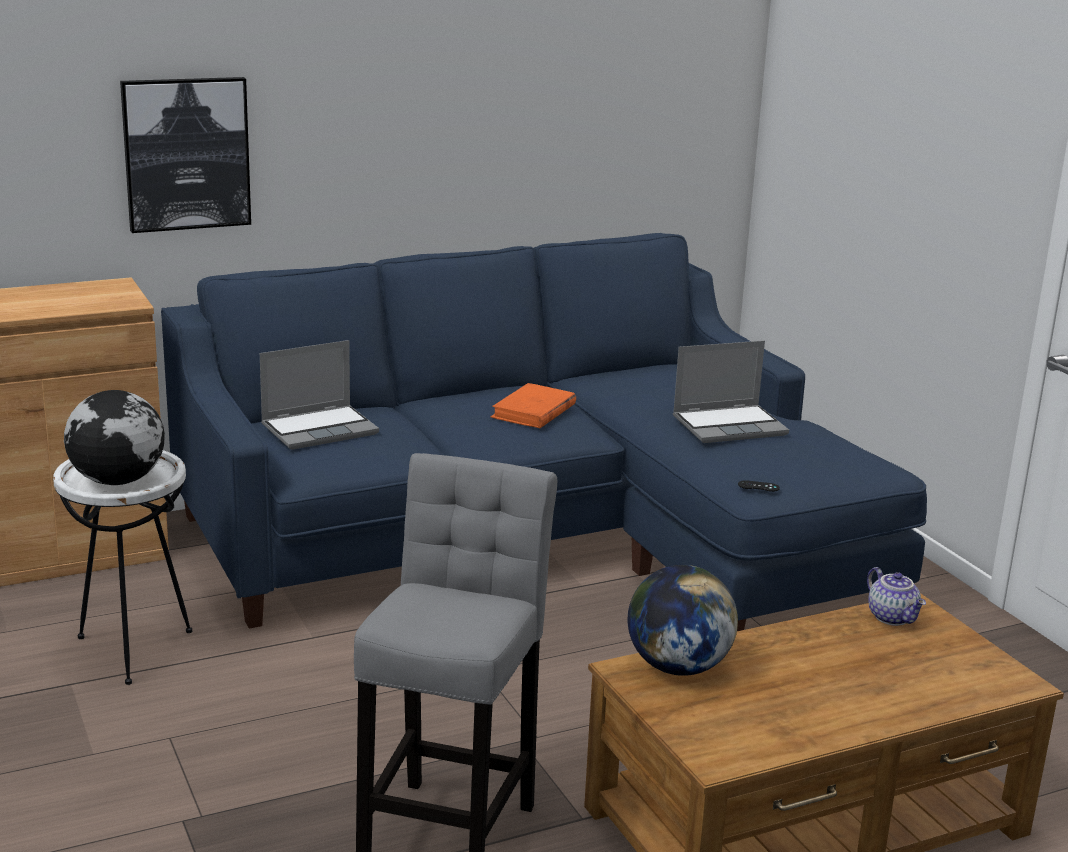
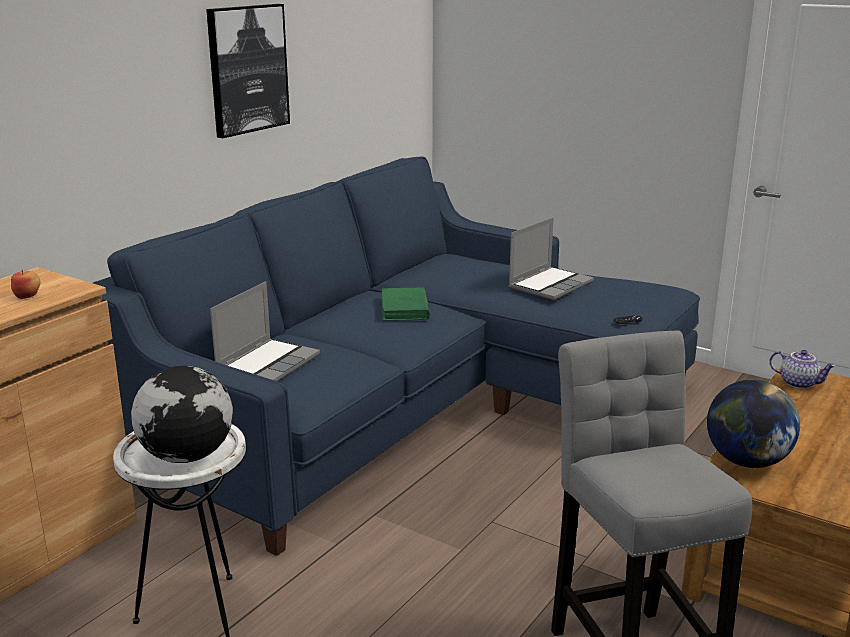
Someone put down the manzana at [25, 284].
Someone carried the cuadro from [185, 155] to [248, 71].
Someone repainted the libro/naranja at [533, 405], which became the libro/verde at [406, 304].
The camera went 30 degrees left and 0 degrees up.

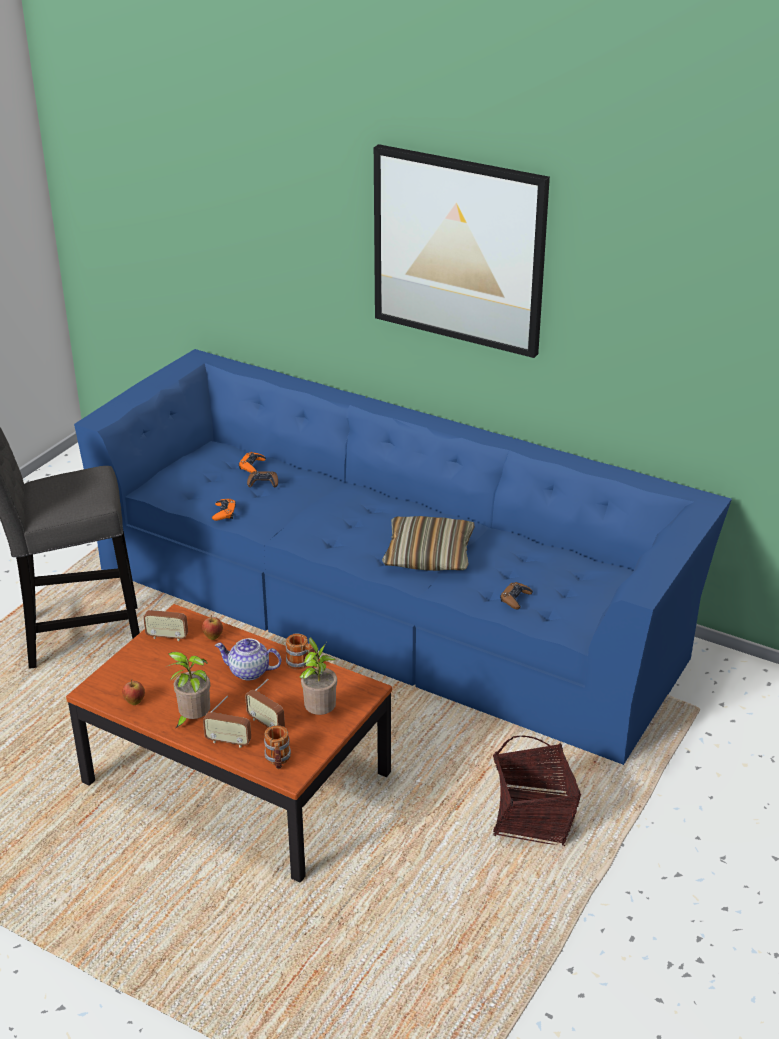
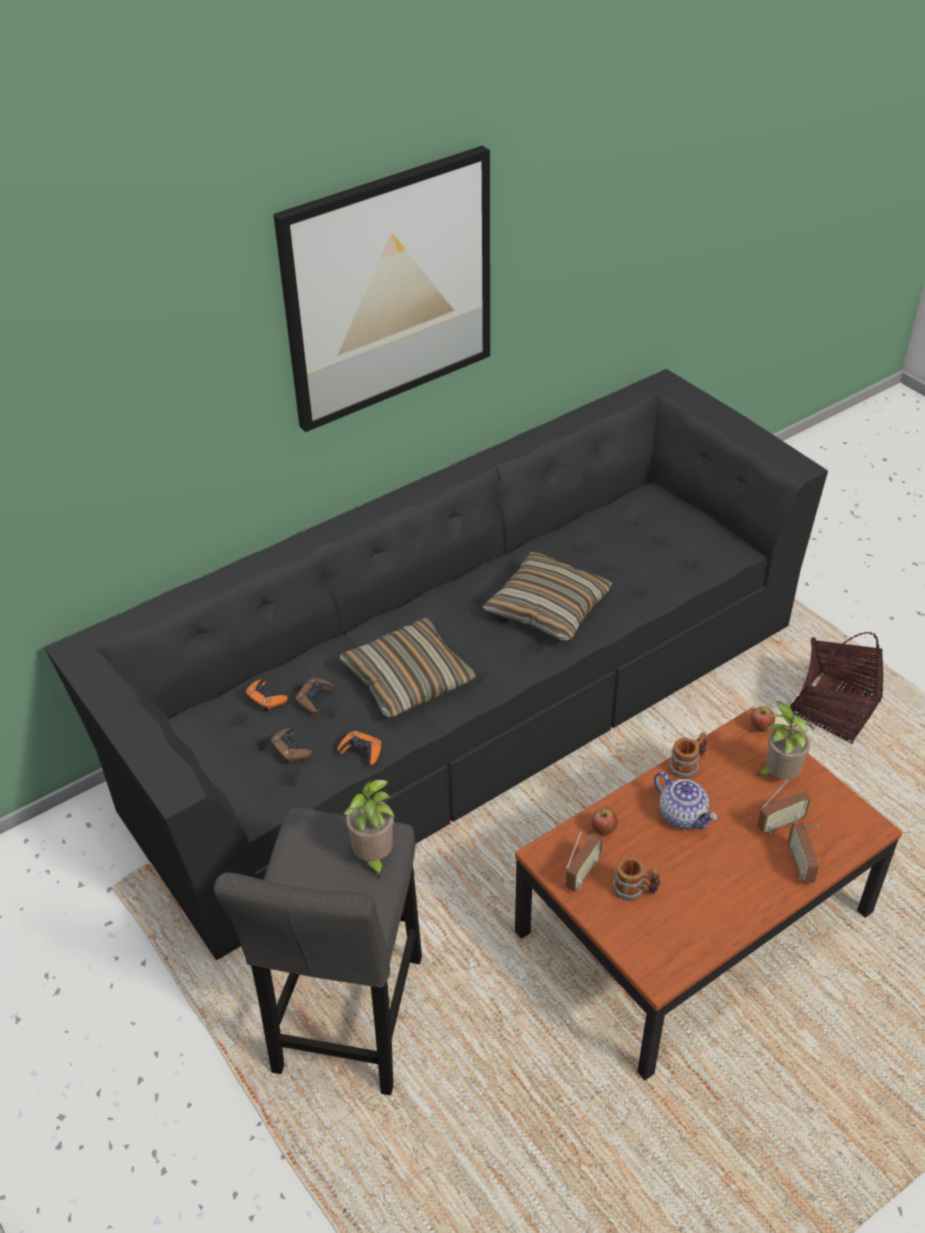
Someone put down the cojín at [408, 668].
Someone carried the manzana from [133, 692] to [762, 719].
Someone carried the planta en maceta from [187, 690] to [369, 829].
Someone carried the taza grande from [277, 747] to [636, 879].
Someone carried the mando de consola/marrón from [516, 595] to [291, 746].
Someone repainted the sofá/azul at [403, 557], which became the sofá/negro at [436, 665].
Someone rotated the radio at [227, 721] by 135 degrees clockwise.
Someone rotated the tetera at [248, 659] by 75 degrees counterclockwise.
The camera went 65 degrees left and 10 degrees up.

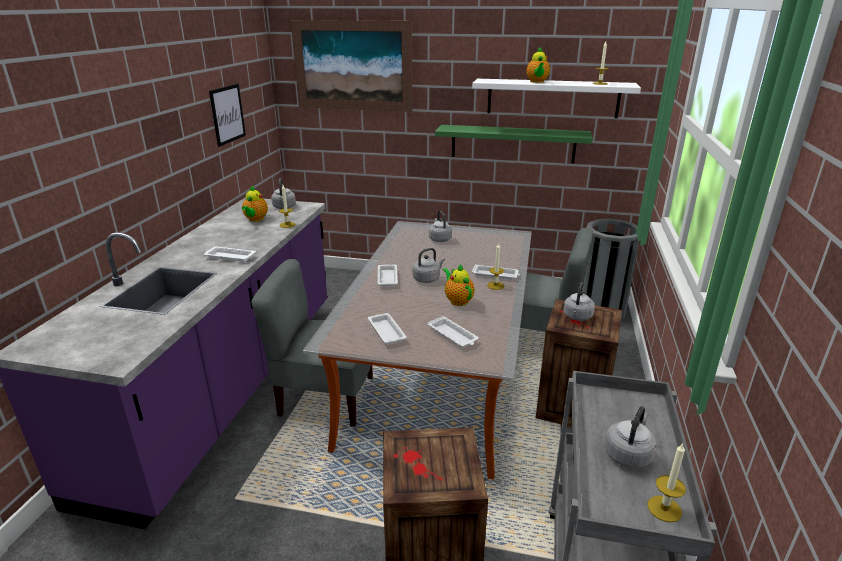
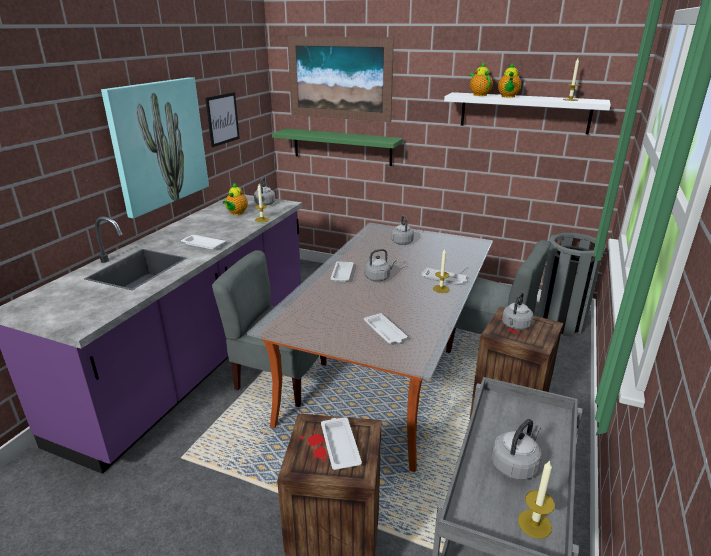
Someone put up the cuadro at [155, 148].
Someone carried the bandeja/blanco from [387, 328] to [341, 443].
Someone carried the estante/verde from [514, 144] to [337, 147].
Someone carried the tetera from [459, 285] to [481, 78].
The camera went 10 degrees right and 0 degrees up.

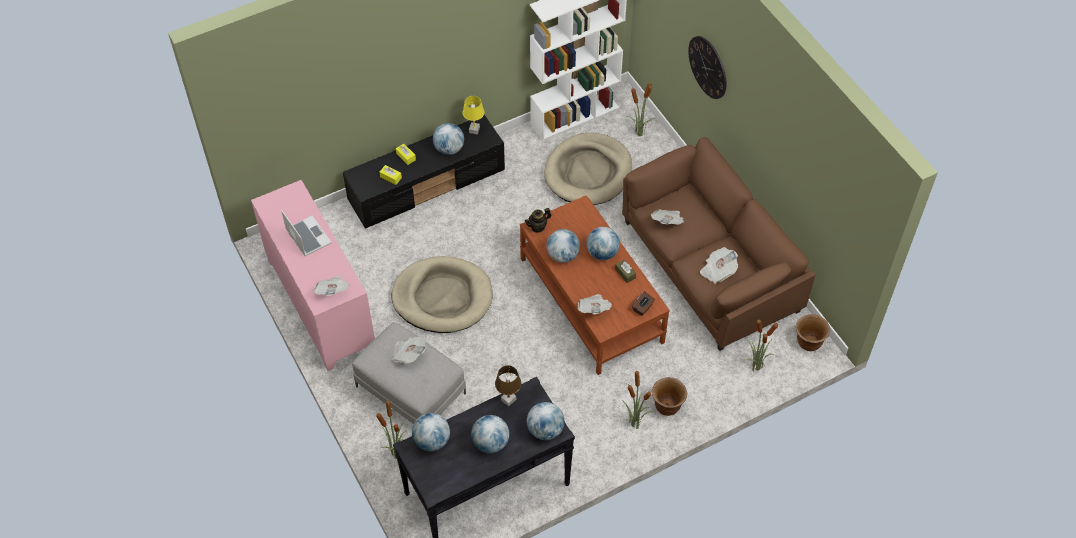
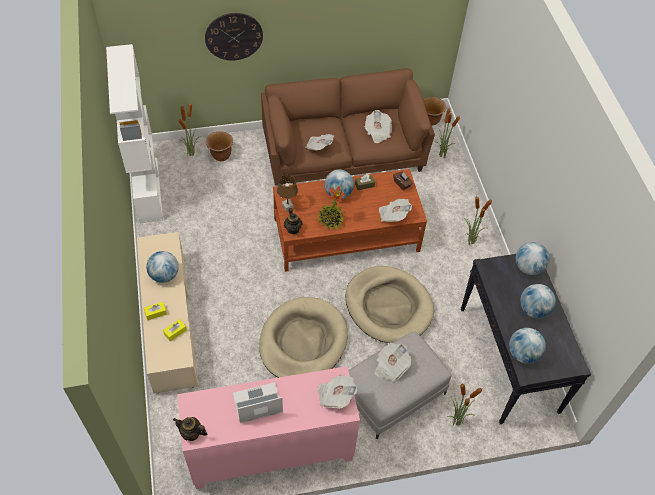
Someone took away the lámpara de mesa/amarillo at [474, 115].
Someone put down the tetera at [190, 429].
Someone carried the lámpara de mesa/marrón from [508, 386] to [287, 193].
Someone carried the cama para perro/beis from [588, 169] to [389, 304].
Someone carried the maceta/marrón from [669, 396] to [219, 146].
Someone swapped the globo terráqueo at [563, 246] for the planta en maceta at [331, 208].
Someone repainted the mueble de televisión/negro at [424, 172], which became the mueble de televisión/beis at [167, 313].
The camera went 75 degrees left and 0 degrees up.

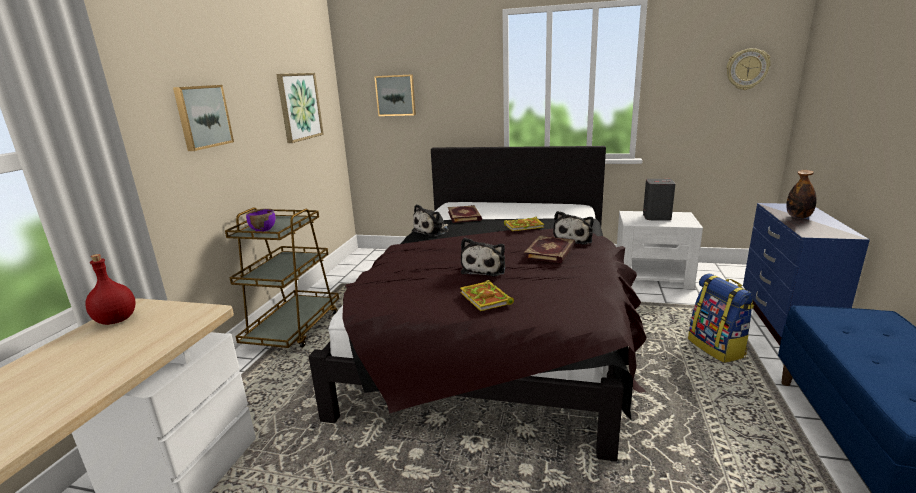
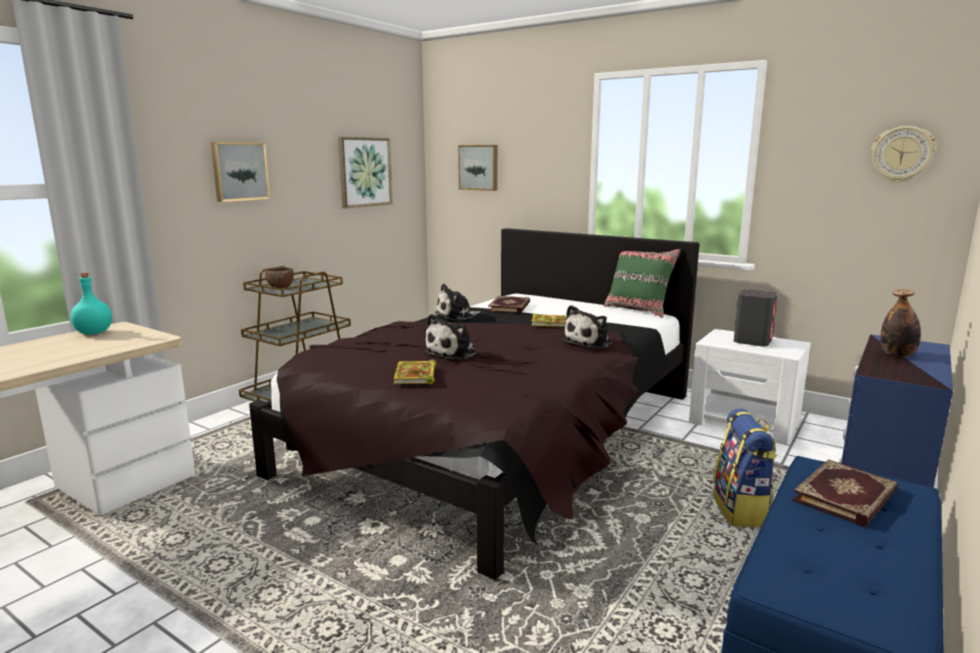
Someone put down the cojín/verde at [642, 283].
Someone carried the libro from [549, 249] to [845, 493].
Someone repainted the botella/rojo at [110, 289], which became the botella/turquesa at [91, 303].
Someone repainted the cuenco/morado at [260, 220], which became the cuenco/marrón at [279, 278].
The camera went 20 degrees right and 5 degrees down.

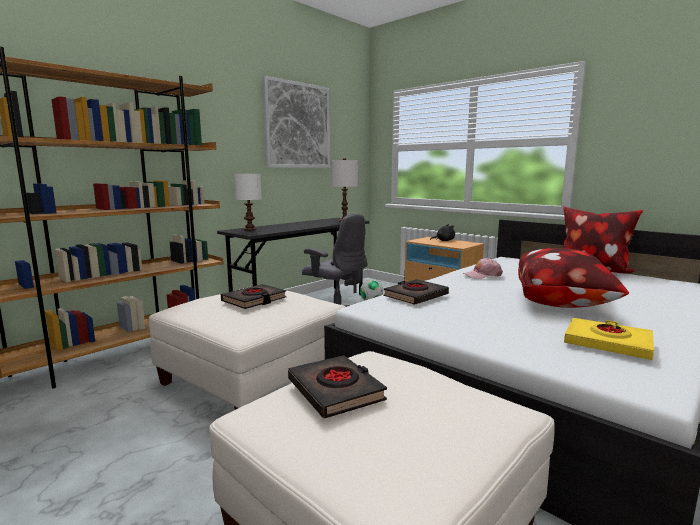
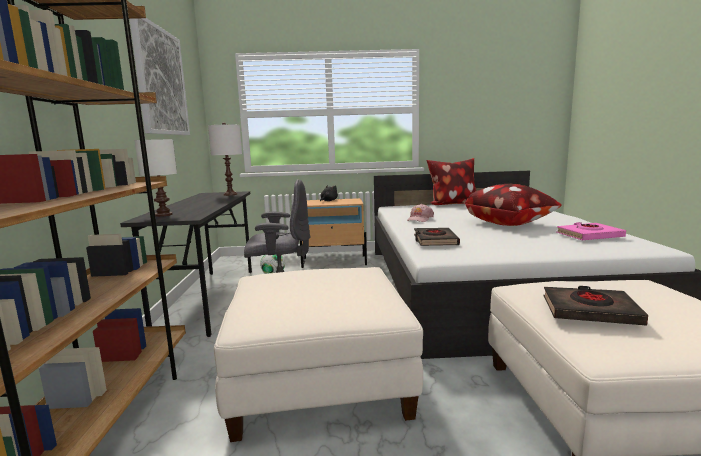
Someone took away the libro/negro at [254, 296].
Someone repainted the libro/amarillo at [609, 339], which became the libro/rosa at [591, 231].
The camera went 45 degrees left and 0 degrees up.

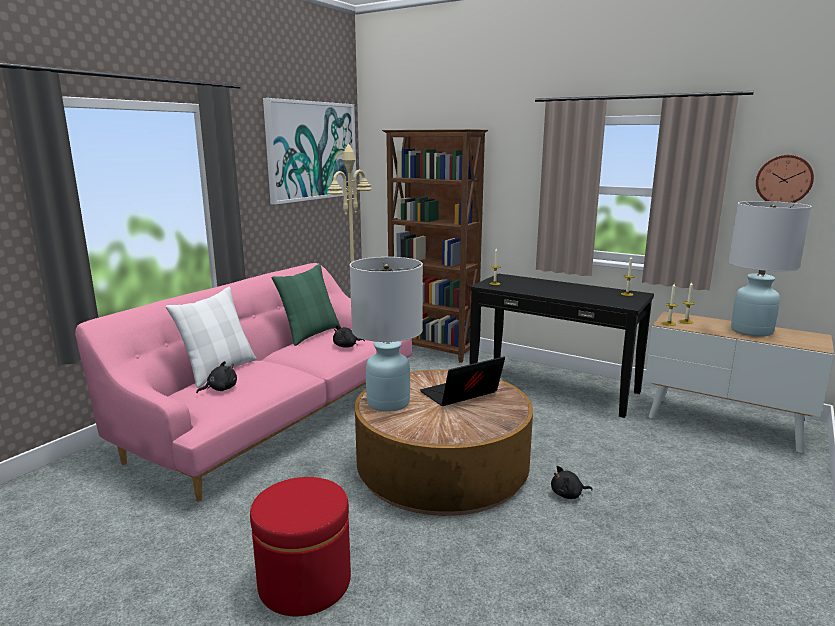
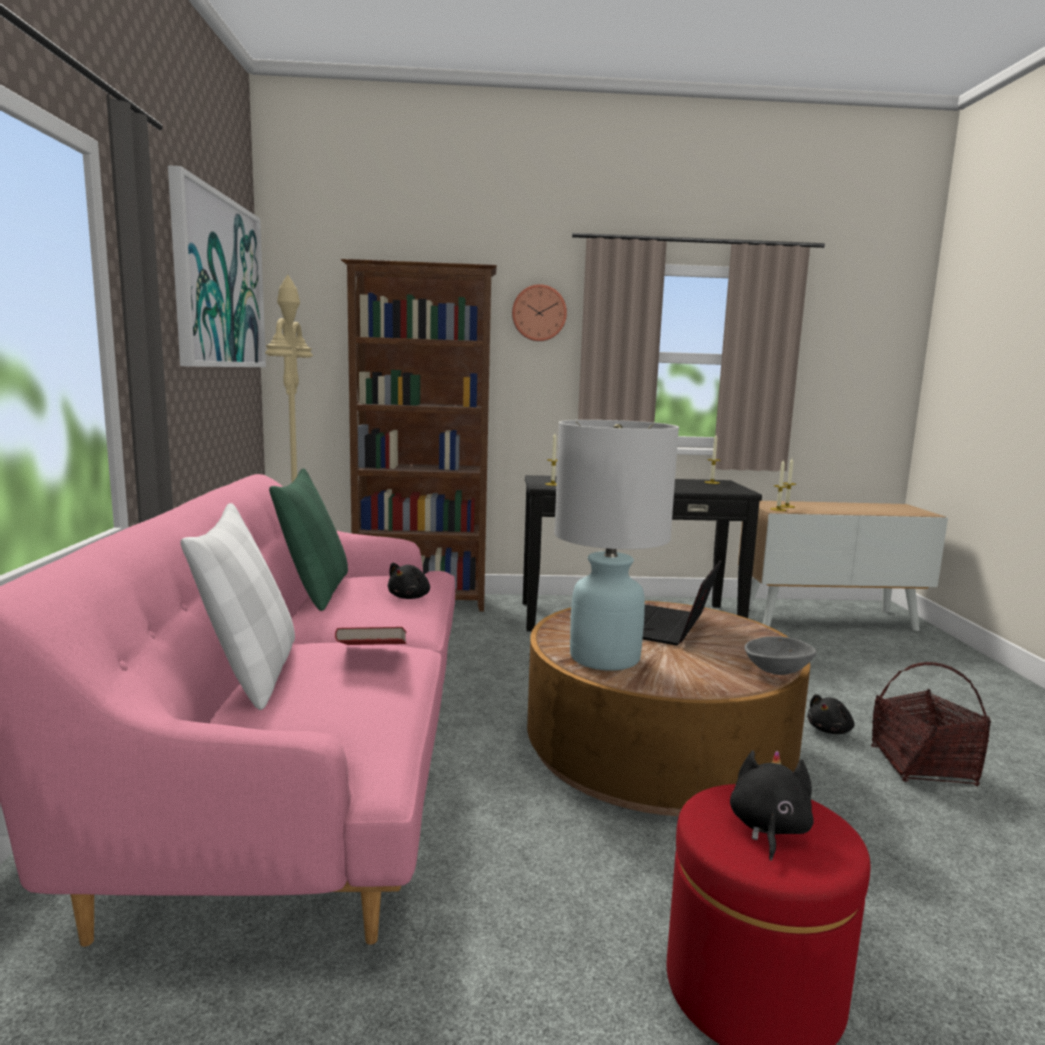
Someone took away the lámpara de mesa/blanco at [770, 269].
Someone put down the libro/rojo at [371, 636].
Someone put down the cuenco/gris at [781, 655].
Someone put down the cesta at [931, 724].
Someone carried the peluche/negro from [216, 377] to [772, 805].
Someone carried the reloj de pared from [785, 179] to [539, 312].
The camera went 35 degrees left and 5 degrees down.

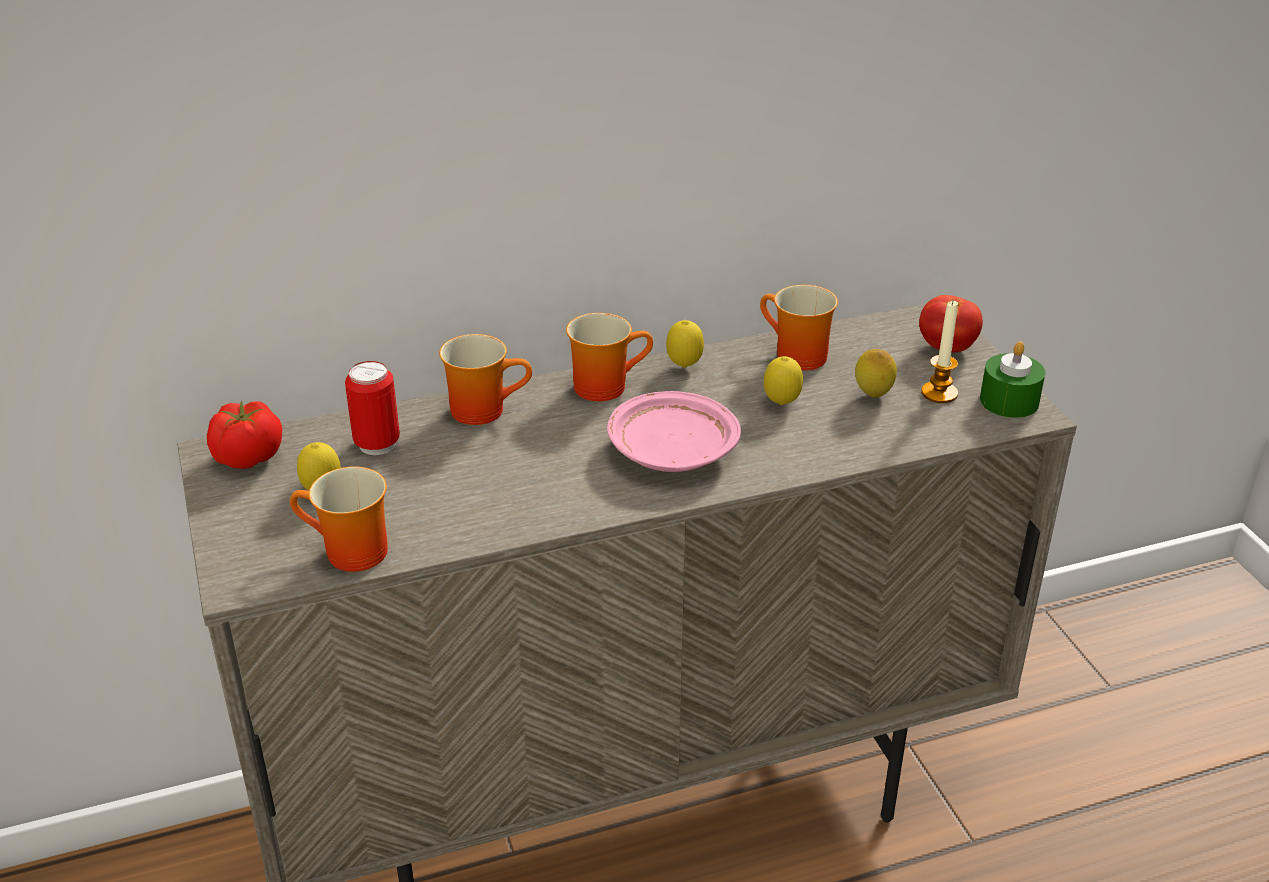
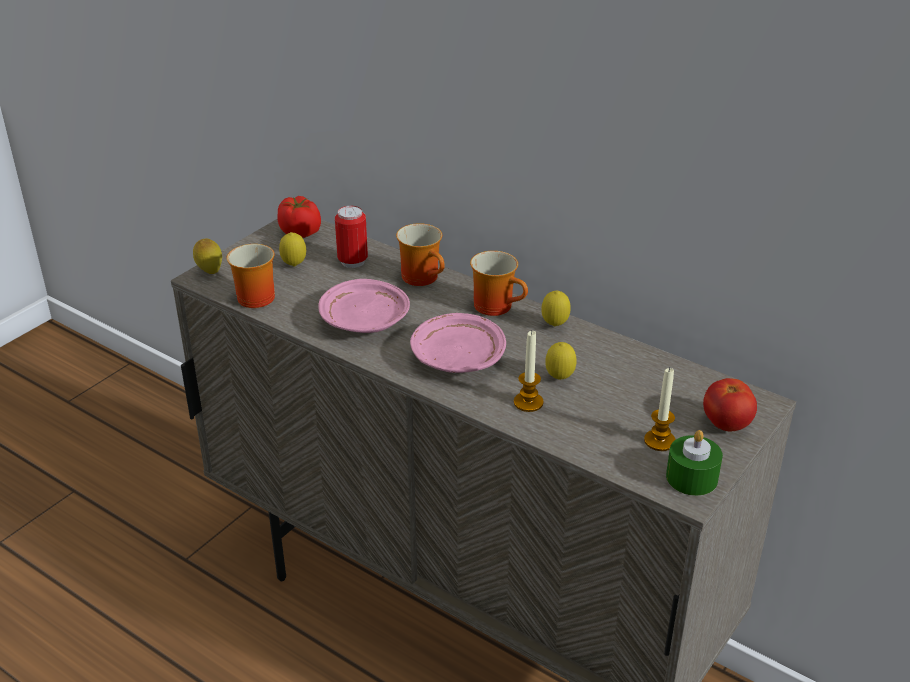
Someone took away the taza grande at [799, 328].
Someone put down the plato/rosa at [364, 306].
Someone put down the vela at [529, 371].
Someone carried the limón from [876, 373] to [207, 256].
The camera went 55 degrees right and 0 degrees up.

